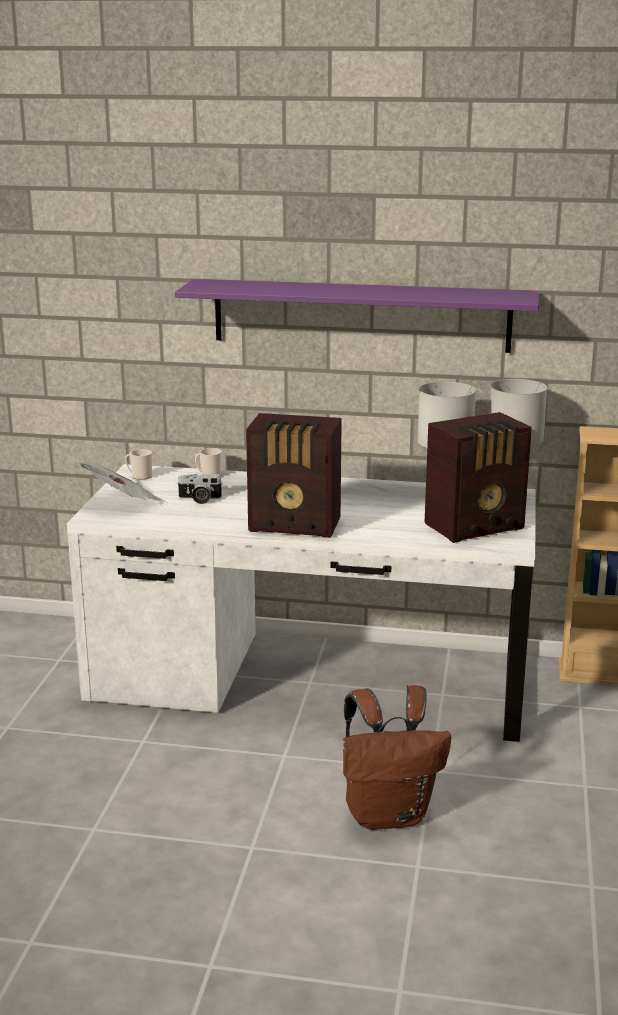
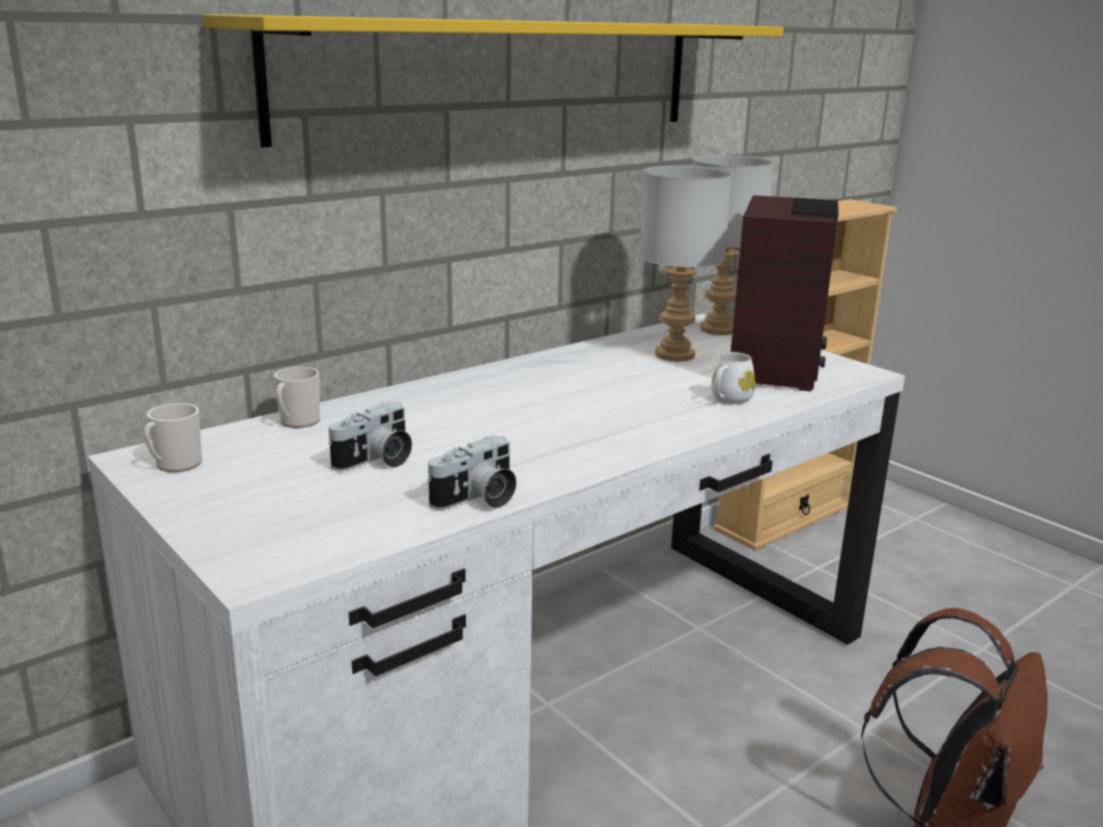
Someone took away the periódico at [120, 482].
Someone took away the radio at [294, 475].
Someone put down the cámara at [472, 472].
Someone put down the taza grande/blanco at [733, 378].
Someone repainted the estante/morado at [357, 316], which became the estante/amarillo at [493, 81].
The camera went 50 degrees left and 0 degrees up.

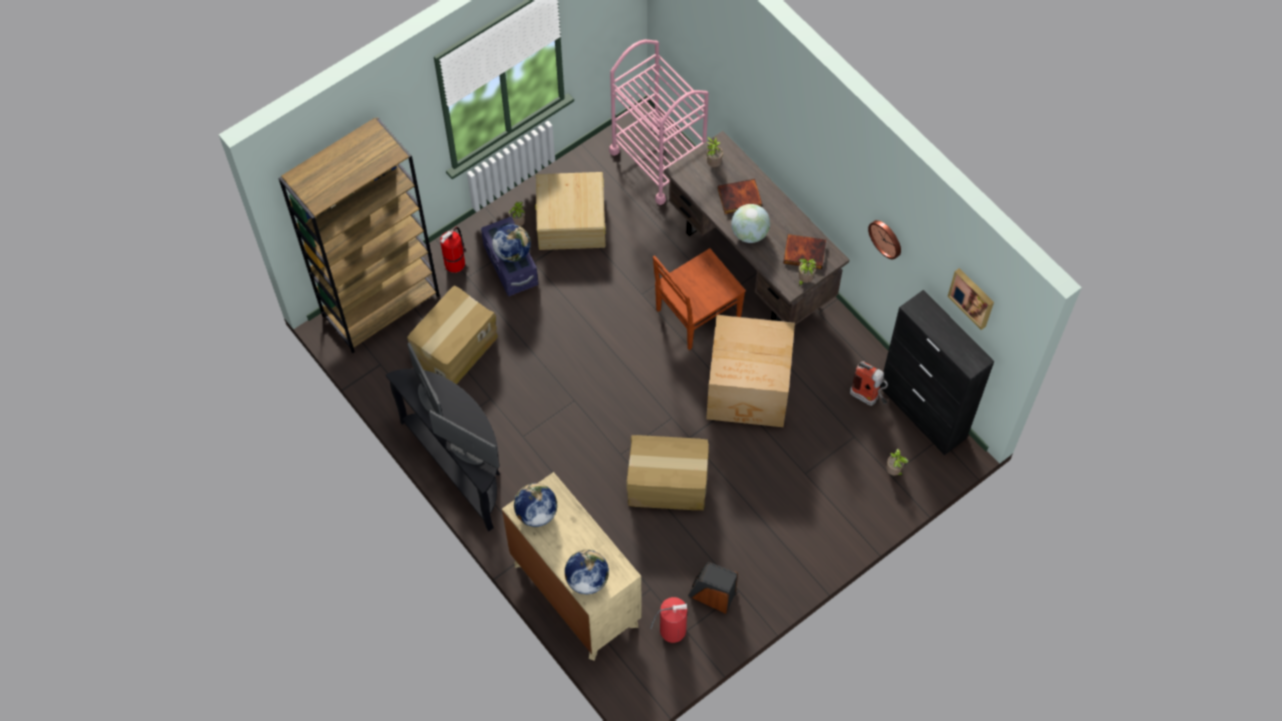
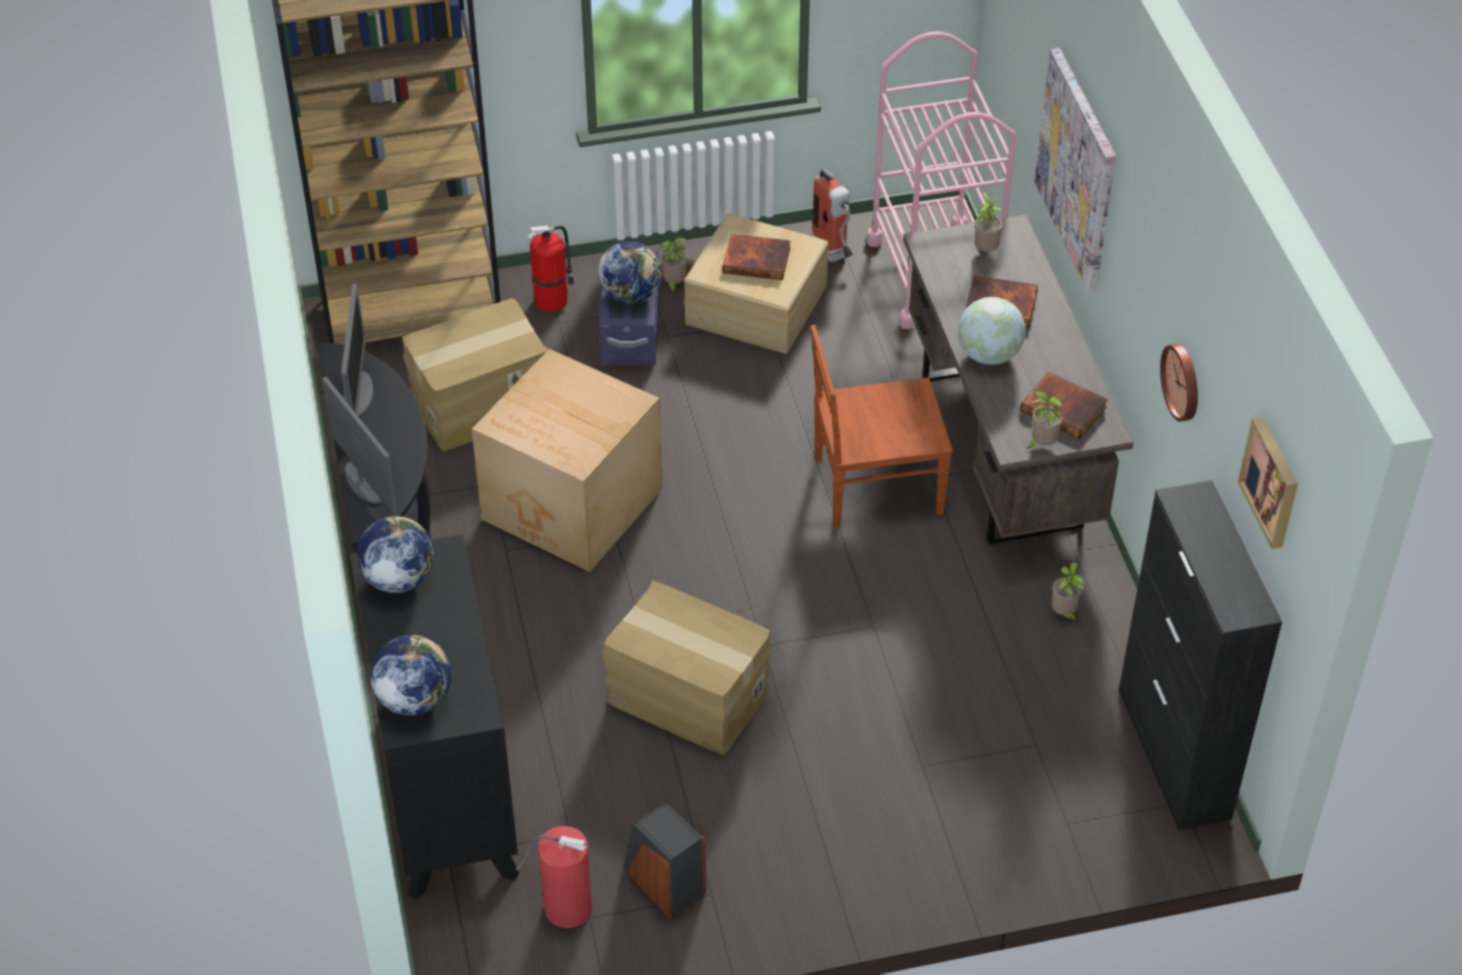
Someone put down the libro at [757, 257].
Someone put up the cuadro at [1075, 169].
Someone carried the caja de cartón from [750, 371] to [567, 460].
Someone carried the extintor from [869, 383] to [831, 215].
Someone carried the planta en maceta from [897, 462] to [1068, 592].
Someone repainted the cómoda/beis at [572, 566], which became the cómoda/negro at [435, 717].
The camera went 25 degrees right and 15 degrees down.

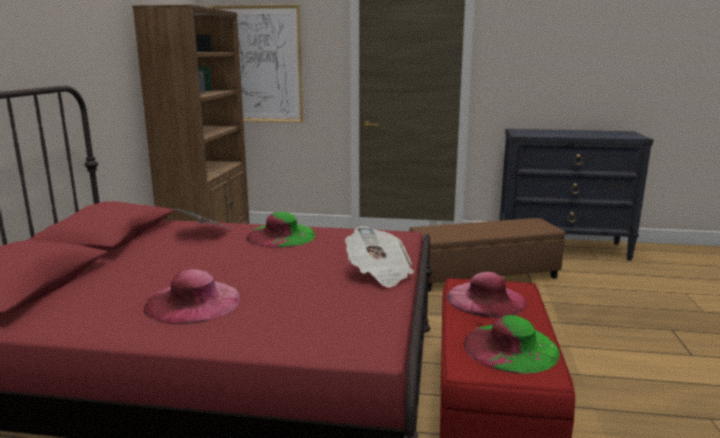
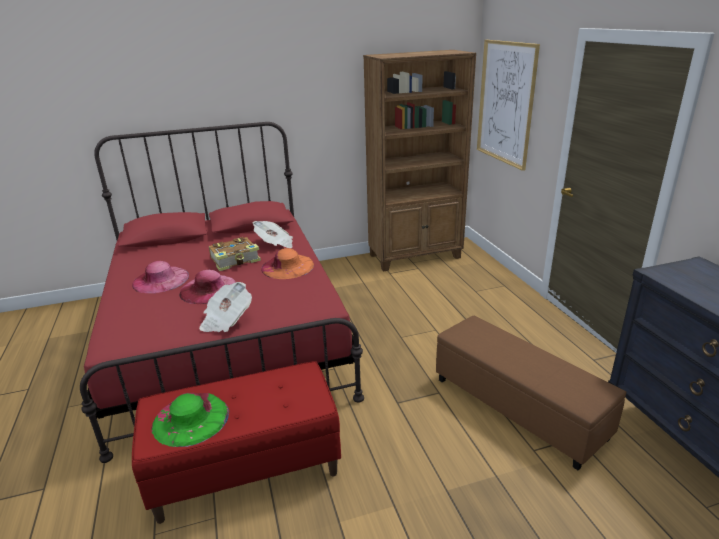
Someone put down the libro at [235, 254].
Someone carried the sombrero/rosa from [487, 295] to [207, 287].
Someone repainted the sombrero/verde at [280, 230], which became the sombrero/naranja at [287, 263].
The camera went 65 degrees right and 10 degrees up.

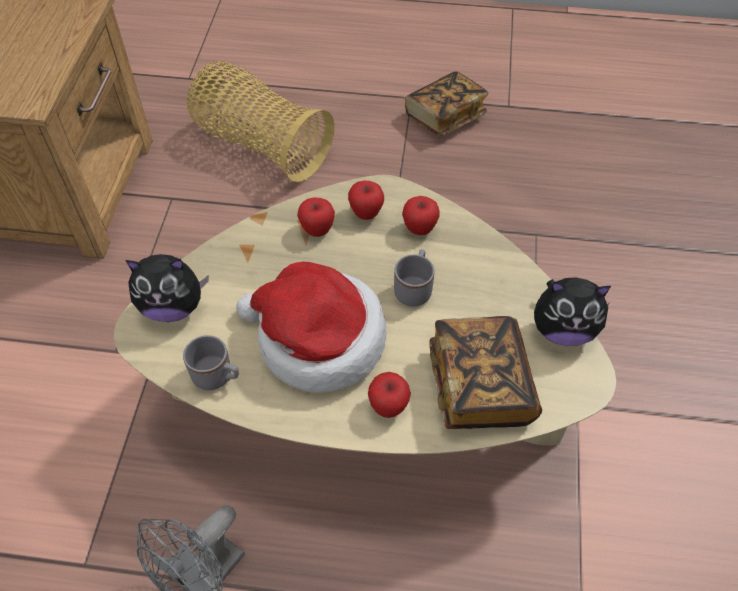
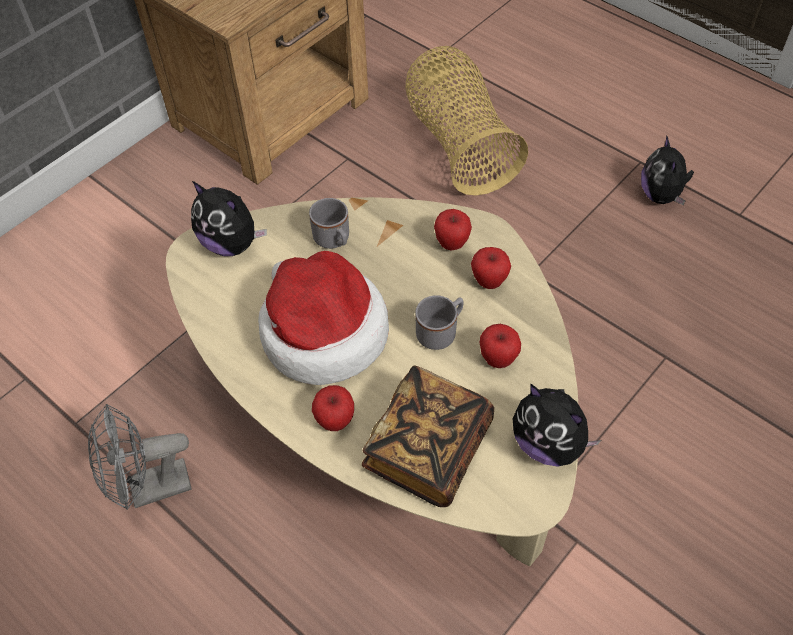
Someone carried the taza grande/gris from [211, 362] to [329, 223].
Someone carried the manzana from [316, 217] to [500, 346].
Someone swapped the libro at [447, 103] for the peluche at [667, 170].
The camera went 35 degrees right and 0 degrees up.

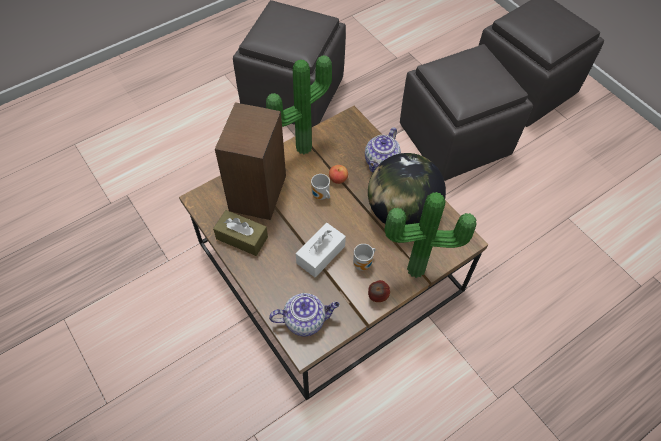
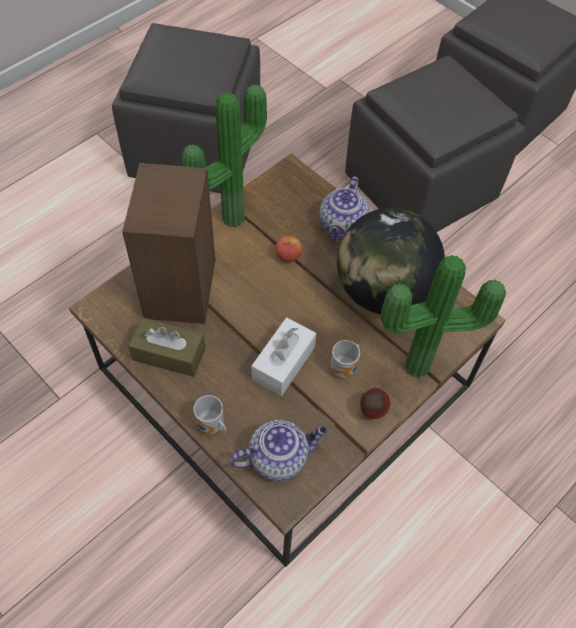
Someone carried the taza grande from [320, 187] to [209, 414].
The camera went 10 degrees left and 0 degrees up.

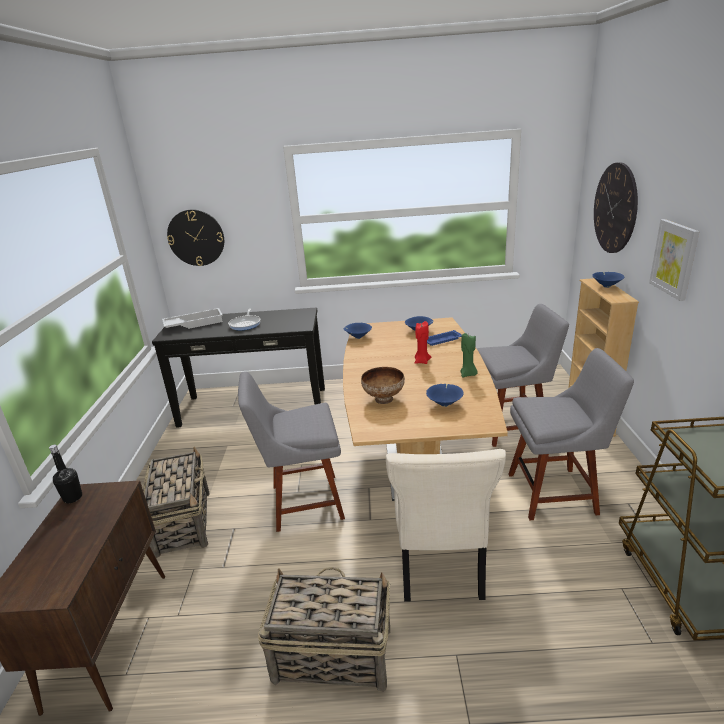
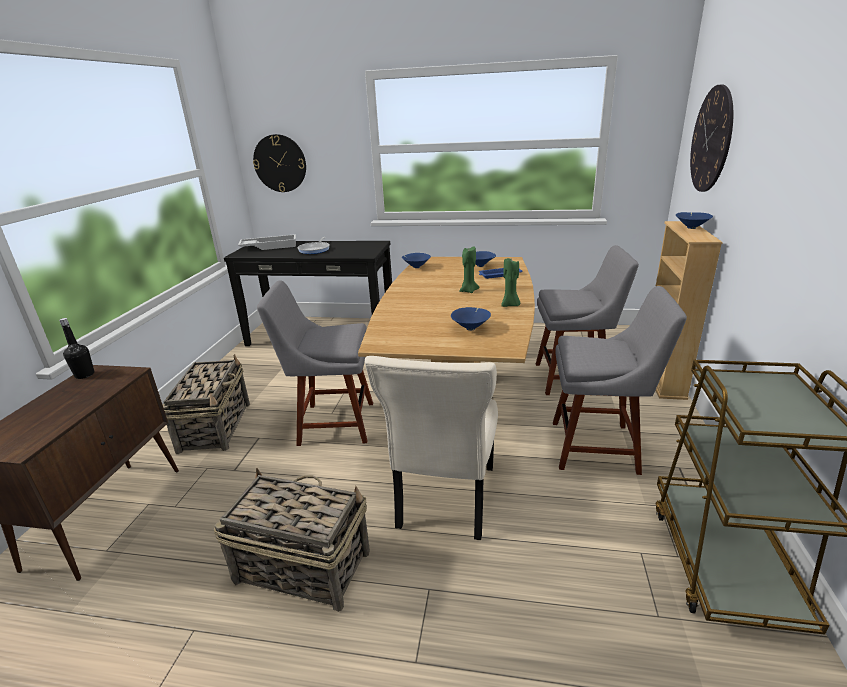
Someone took away the cuenco at [383, 385].
Someone took away the cuadro at [674, 260].
Someone repainted the vela/rojo at [423, 342], which became the vela/verde at [469, 269].
The camera went 10 degrees right and 0 degrees up.

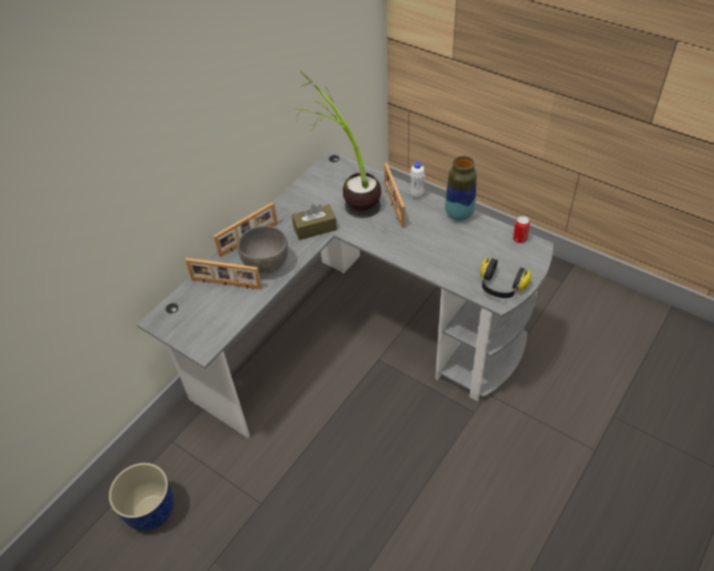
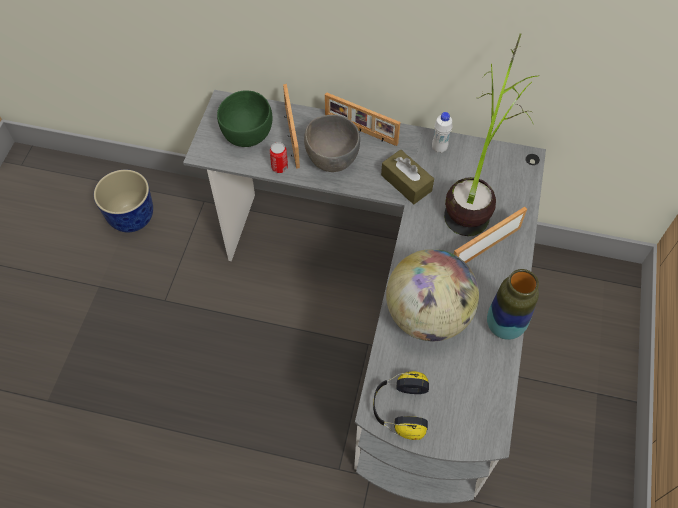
Someone put down the cuenco/verde at [245, 118].
Someone put down the globo terráqueo at [432, 295].
Someone carried the botella/blanco from [417, 180] to [442, 132].
Someone carried the lata from [521, 229] to [279, 157].
The camera went 65 degrees right and 10 degrees up.

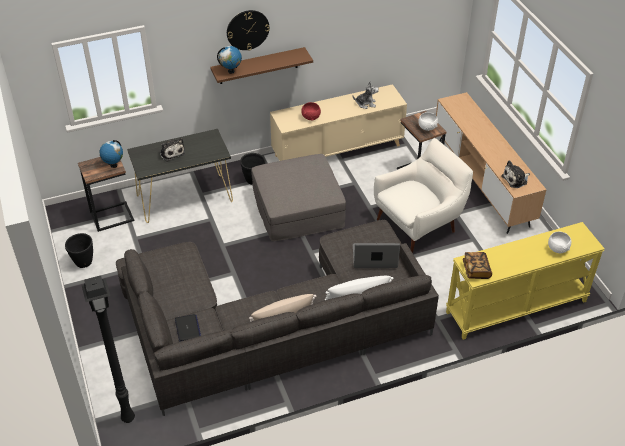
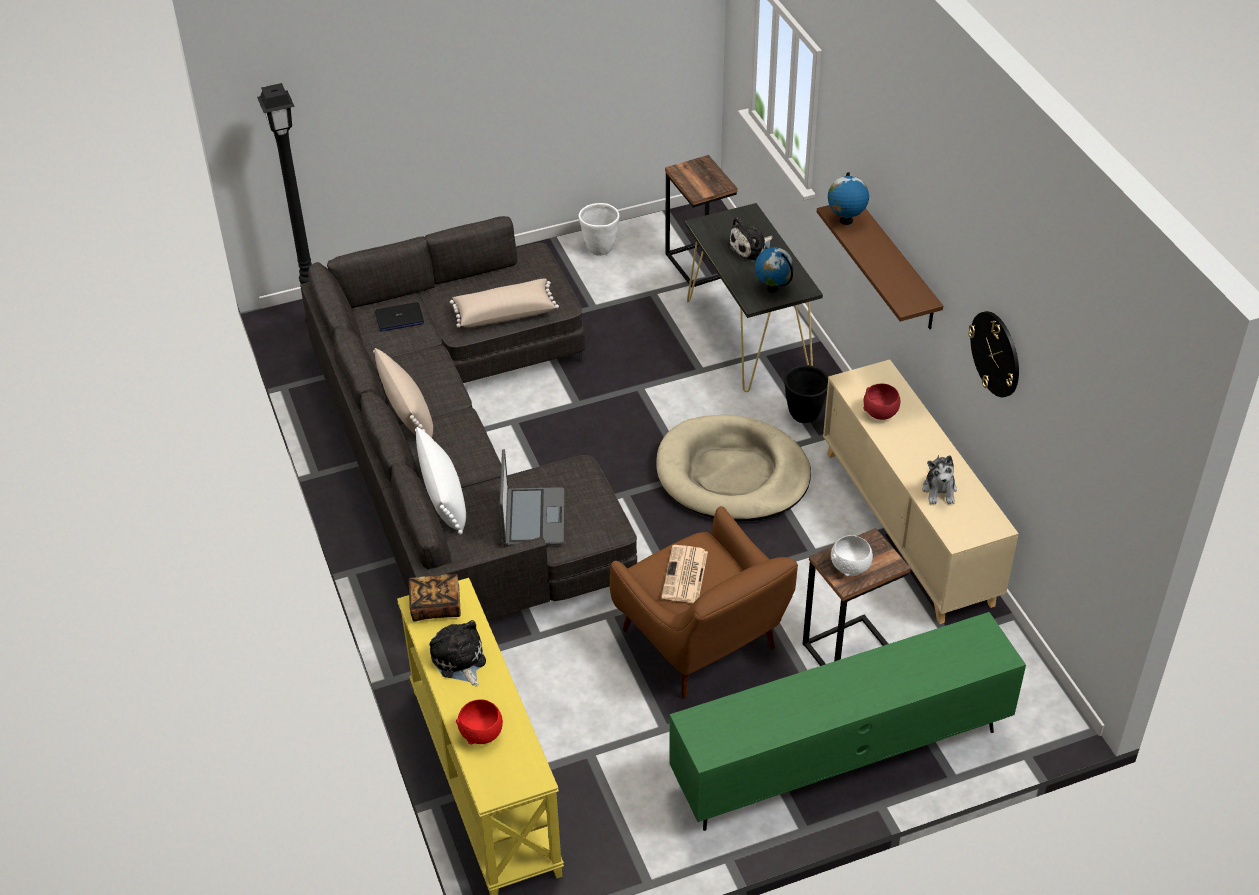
Someone put down the cojín/beis at [504, 303].
Someone put down the periódico at [684, 574].
Someone carried the globo terráqueo from [111, 154] to [774, 270].
Someone carried the reloj de pared from [248, 30] to [993, 354].
Someone carried the peluche from [516, 174] to [457, 653].
Someone swapped the puf/gris at [298, 197] for the cama para perro/beis at [733, 468].
Someone repainted the maceta/negro at [79, 250], which became the maceta/blanco at [599, 229].
Someone repainted the sillón/blanco at [423, 195], which became the sillón/marrón at [703, 602].
Someone repainted the mueble de televisión/marrón at [491, 163], which became the mueble de televisión/verde at [847, 721].
Someone repainted the cuenco/blanco at [559, 242], which became the cuenco/rojo at [479, 722].
The camera went 90 degrees right and 0 degrees up.

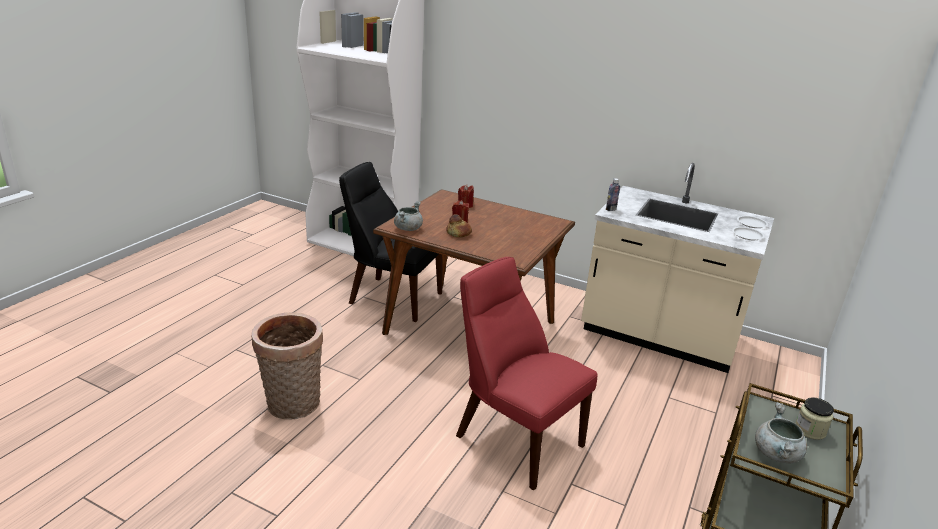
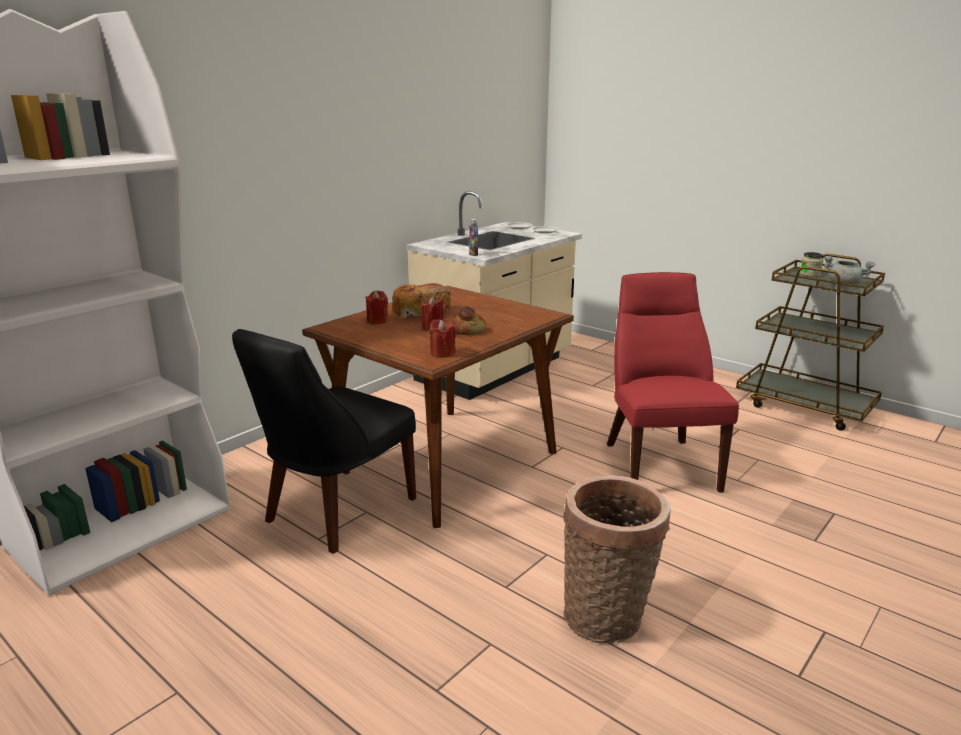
Someone put down the pan at [421, 300].
Someone swapped the olla/gris at [408, 216] for the vela/rojo at [442, 338].
Someone rotated the silla/rojo at [527, 373] by 120 degrees clockwise.
The camera went 75 degrees left and 5 degrees down.

